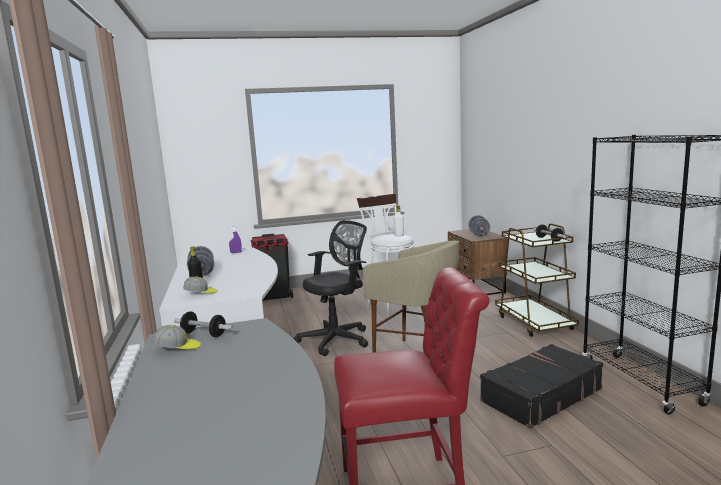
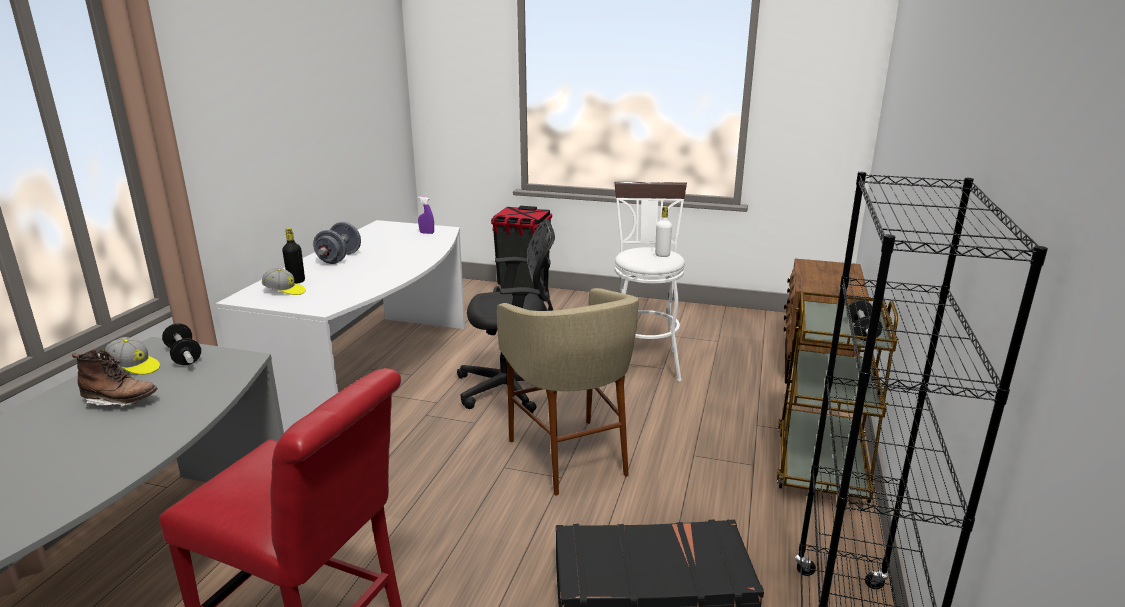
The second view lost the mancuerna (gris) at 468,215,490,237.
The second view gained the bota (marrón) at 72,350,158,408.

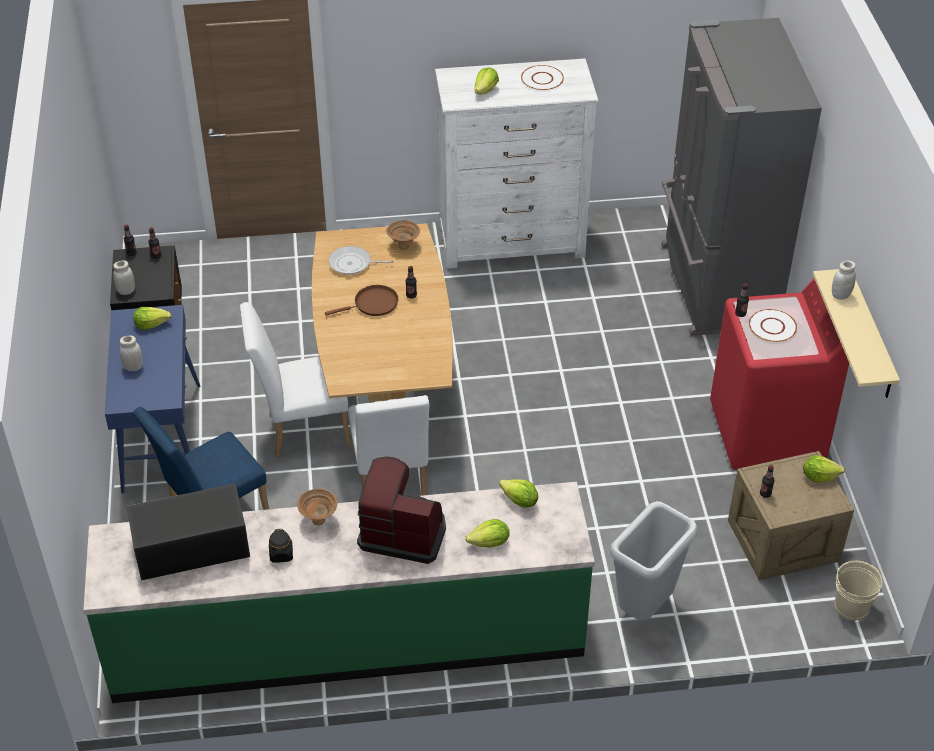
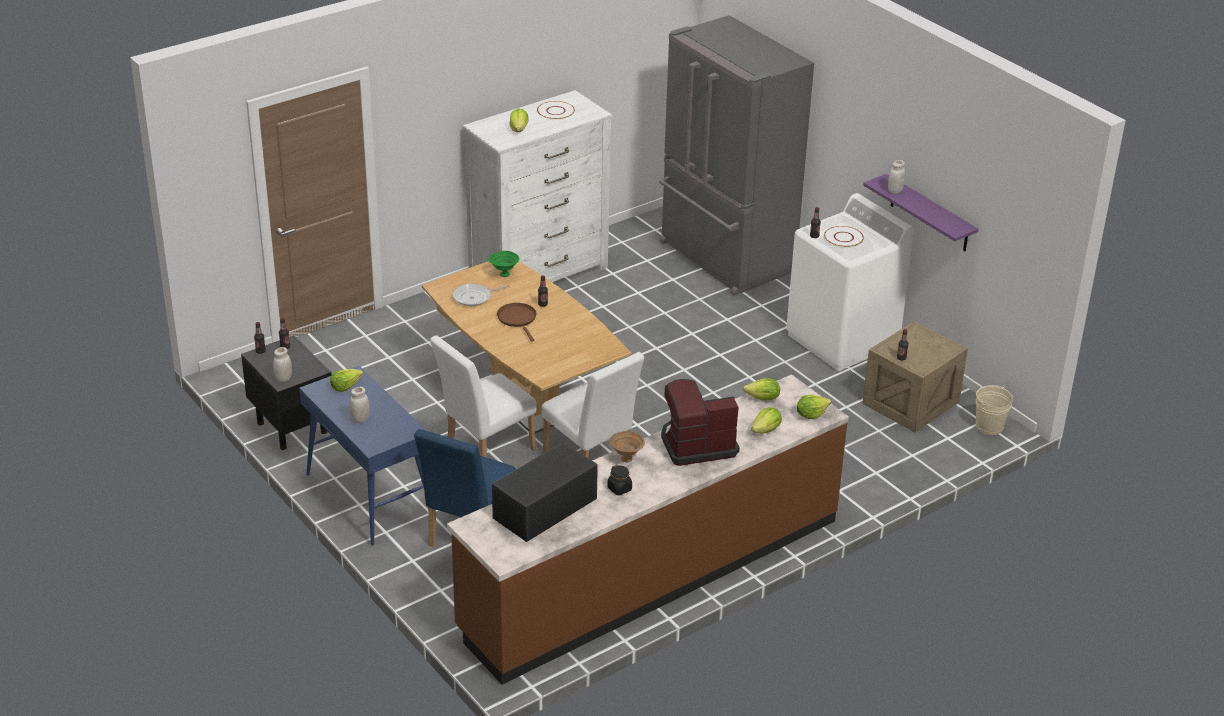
What was the cuenco (marrón) at 386,220,420,250 turned into the cuenco (verde) at 489,251,520,277.
What was the estante (beis) at 813,269,900,398 turned into the estante (morado) at 863,174,978,251.
What was the lavadora (rojo) at 710,279,849,470 turned into the lavadora (blanco) at 786,193,914,371.
The sartén (marrón) at 325,285,398,316 ended up facing another way, 60 degrees counterclockwise from before.
The lechuga ended up elsewhere, having gone from 803,455,845,483 to 797,394,831,419.
What was the mueble bajo de cocina (verde) at 83,482,595,703 turned into the mueble bajo de cocina (marrón) at 447,374,849,685.
The second view lost the papelera (gris) at 610,501,698,621.

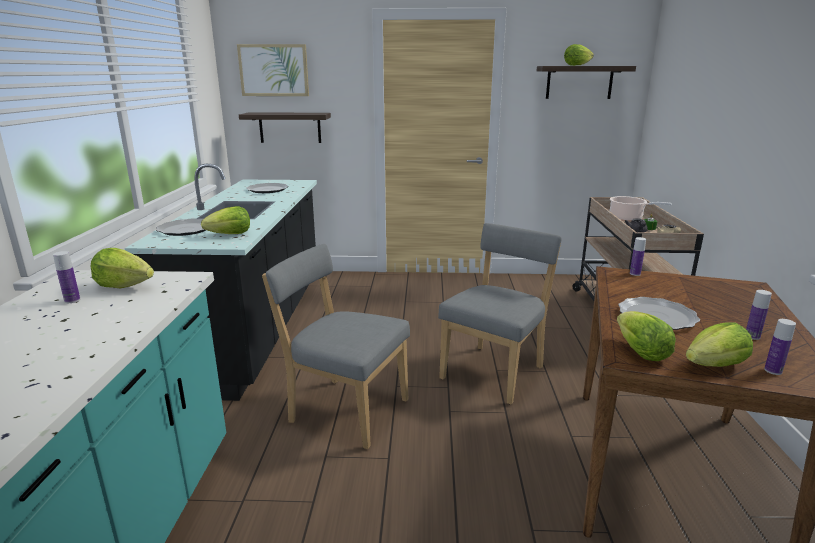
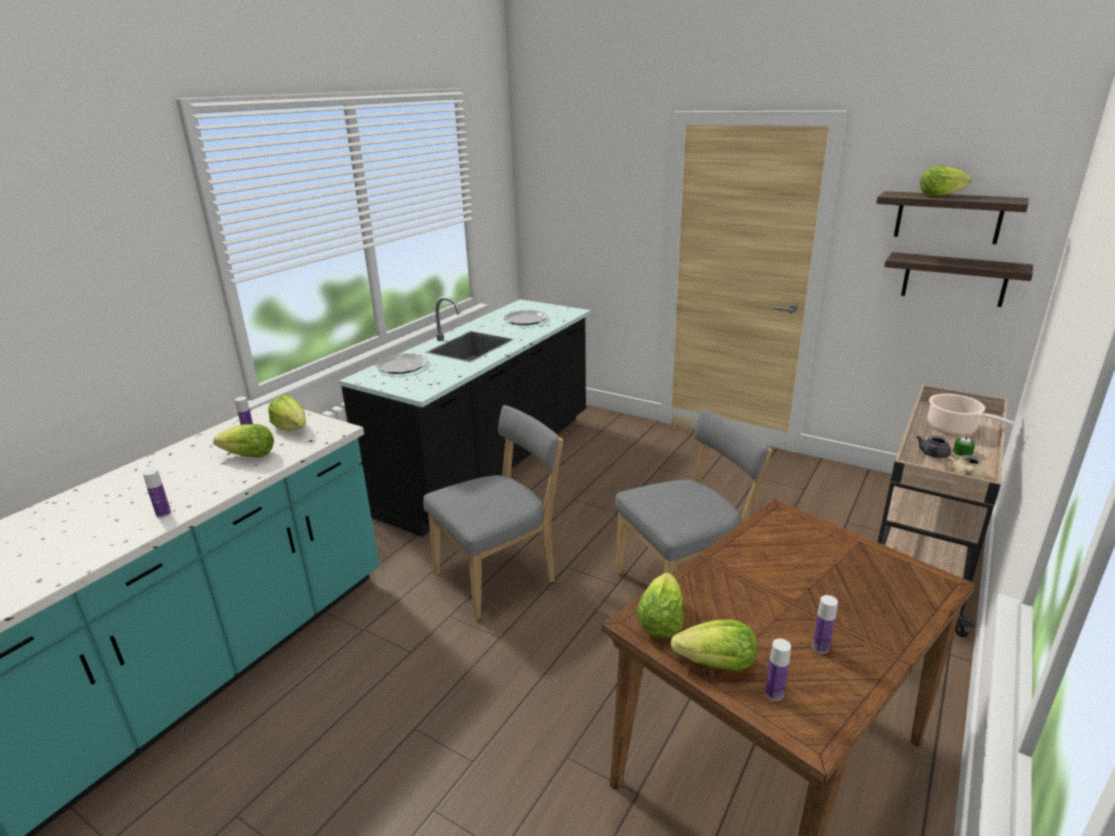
The second view lost the cuadro at 237,44,309,96.
The estante ended up elsewhere, having gone from 239,112,331,143 to 884,252,1033,307.
The lechuga ended up elsewhere, having gone from 201,206,250,234 to 213,424,274,458.
The botella ended up elsewhere, having gone from 630,237,646,276 to 143,469,171,518.
The silla (gris) at 262,244,410,449 ended up facing another way, 90 degrees clockwise from before.
The second view lost the plato at 618,297,700,330.

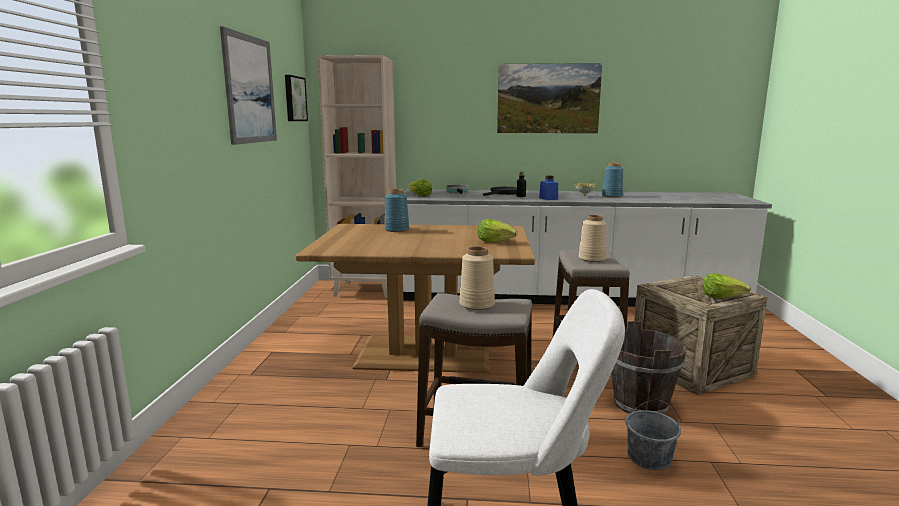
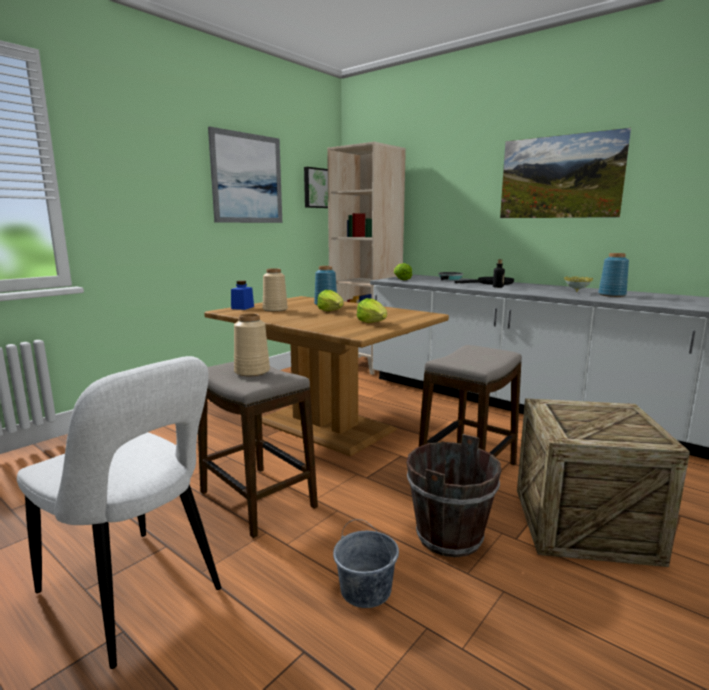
The tarro (azul) ended up elsewhere, having gone from 539,175,558,200 to 231,281,254,310.
The florero (beis) ended up elsewhere, having gone from 579,215,606,262 to 263,268,288,312.
The lechuga ended up elsewhere, having gone from 703,273,751,298 to 317,290,344,311.

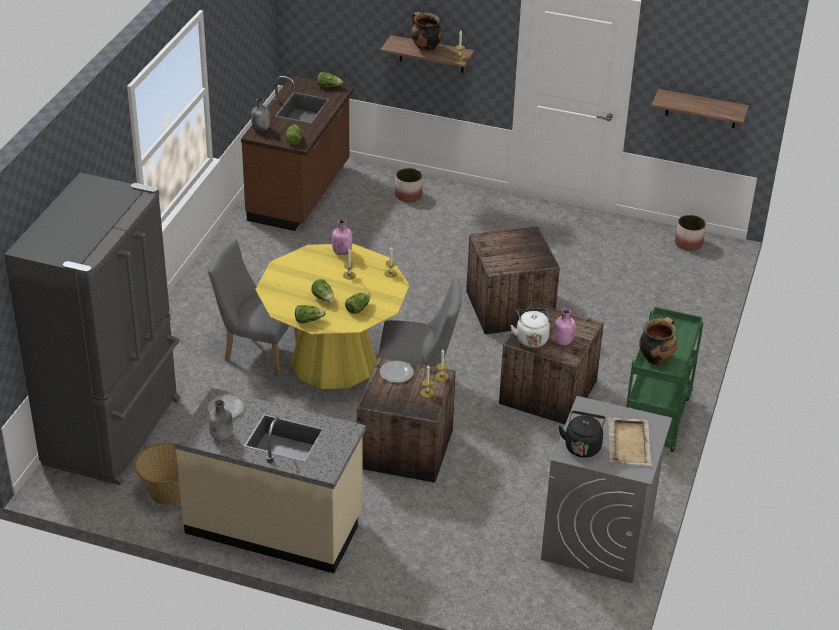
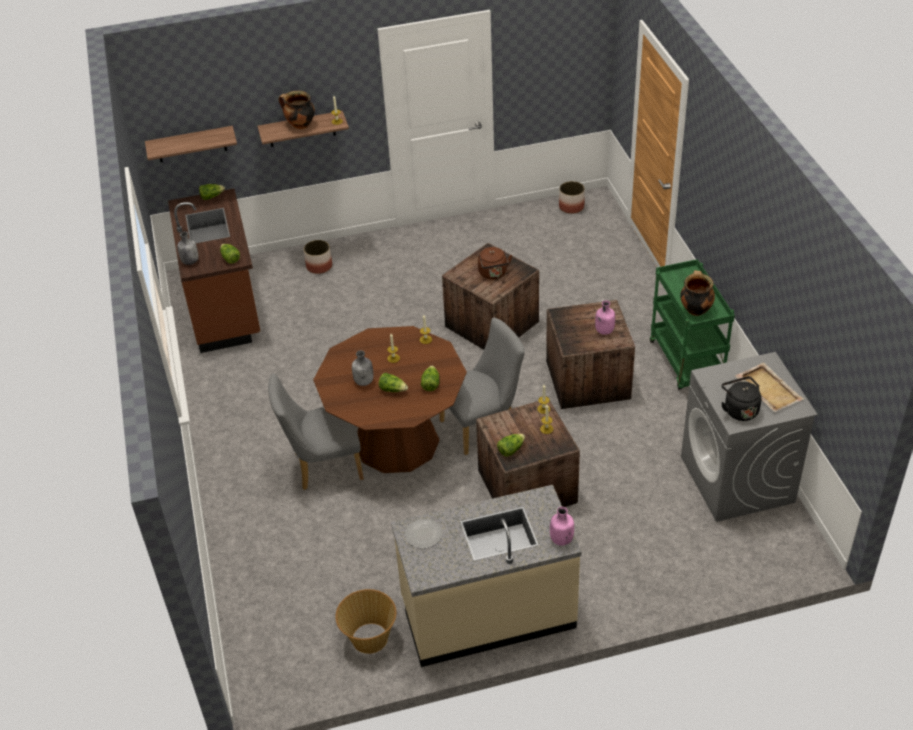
The estante ended up elsewhere, having gone from 651,89,749,128 to 145,126,237,162.
The second view lost the nevera (gris) at 4,173,180,485.
The botella (rosa) ended up elsewhere, having gone from 332,219,352,255 to 550,507,574,546.
What was the mesa de comedor (amarillo) at 255,244,410,389 turned into the mesa de comedor (marrón) at 313,326,467,473.
The lechuga ended up elsewhere, having gone from 295,305,326,323 to 497,434,525,456.
The second view lost the hervidor (blanco) at 510,308,550,348.
The second view lost the plato at 380,361,414,383.
The botella (gris) ended up elsewhere, having gone from 209,400,233,441 to 352,350,373,386.
The second view gained the hervidor (marrón) at 478,247,512,280.

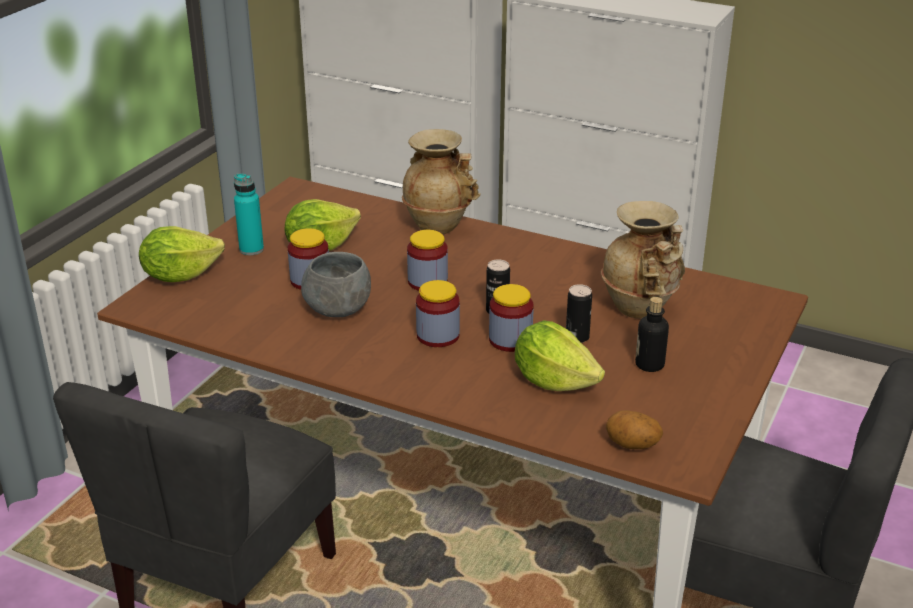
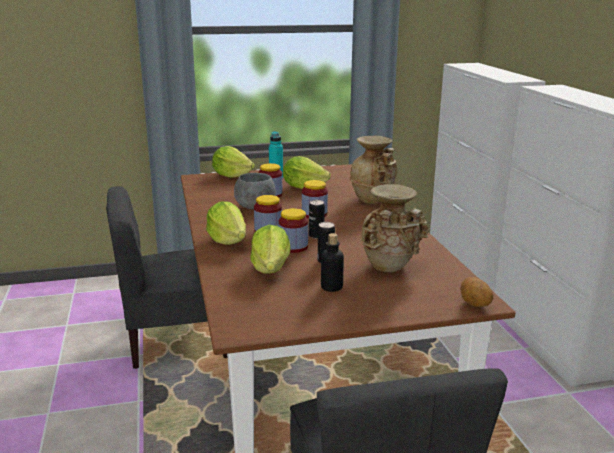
The patata ended up elsewhere, having gone from 606,410,663,449 to 460,277,493,307.
The second view gained the lechuga at 206,201,246,245.

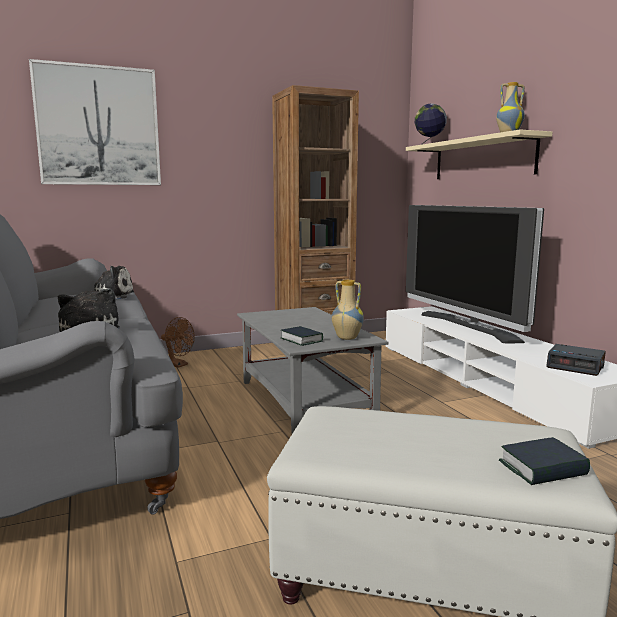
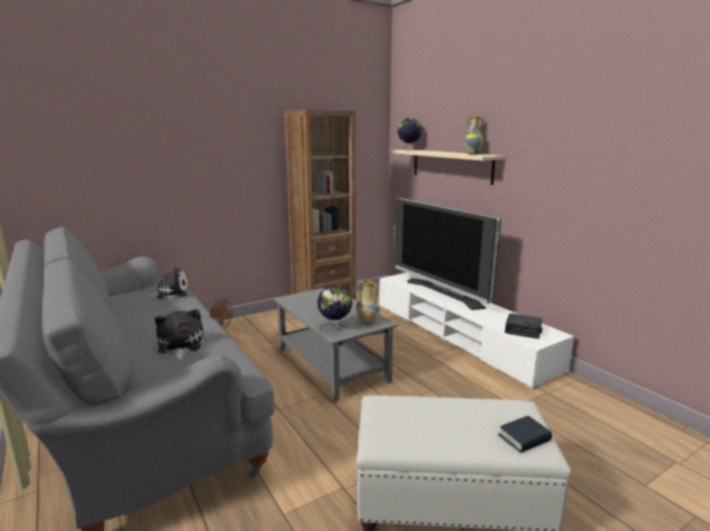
The second view lost the cuadro at 29,59,161,185.
Where the libro stood at 281,326,323,346, the globo terráqueo came to stand at 317,285,352,330.

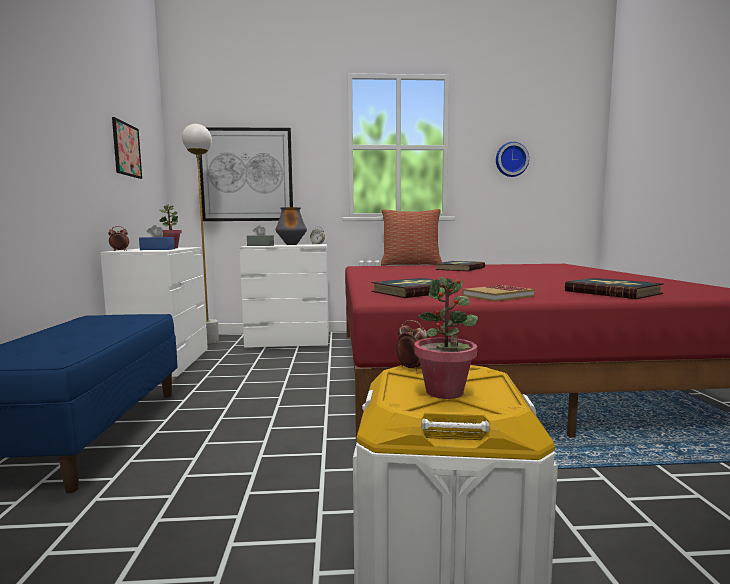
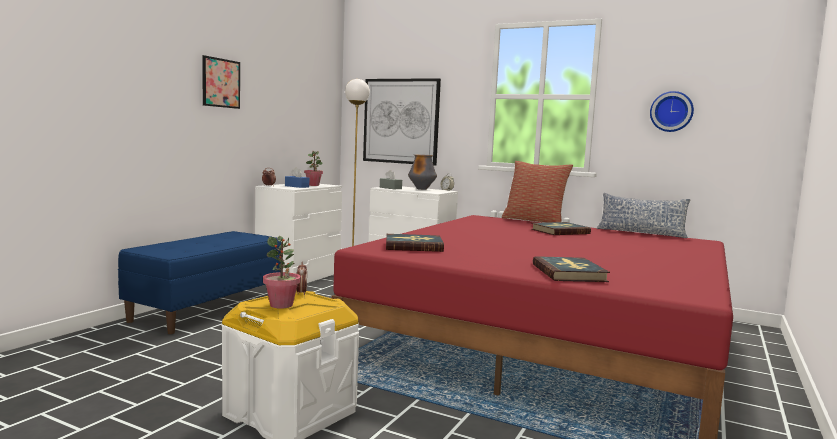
The cuadro ended up elsewhere, having gone from 112,117,142,179 to 202,55,240,109.
The second view lost the libro at 462,285,535,302.
The second view gained the cojín at 596,193,691,238.

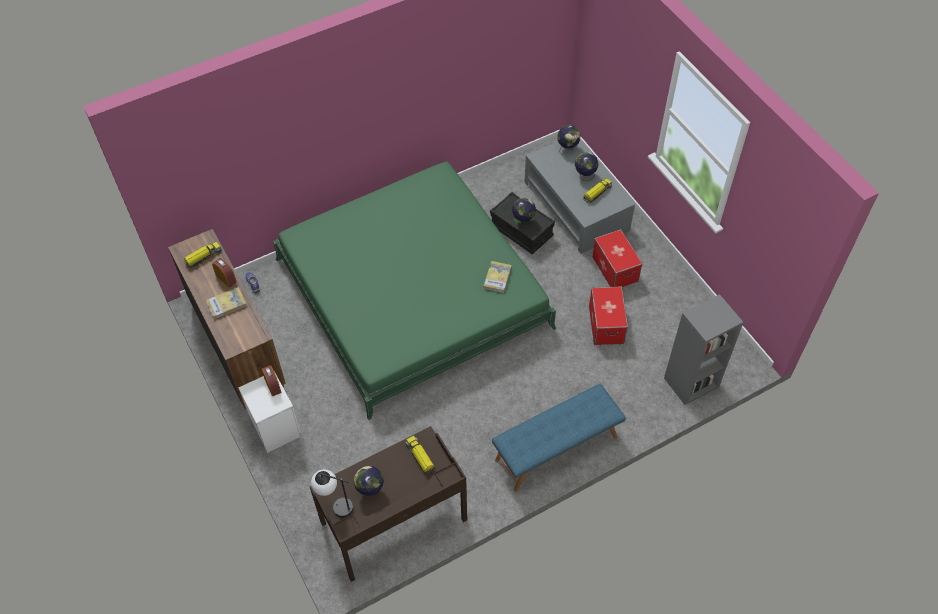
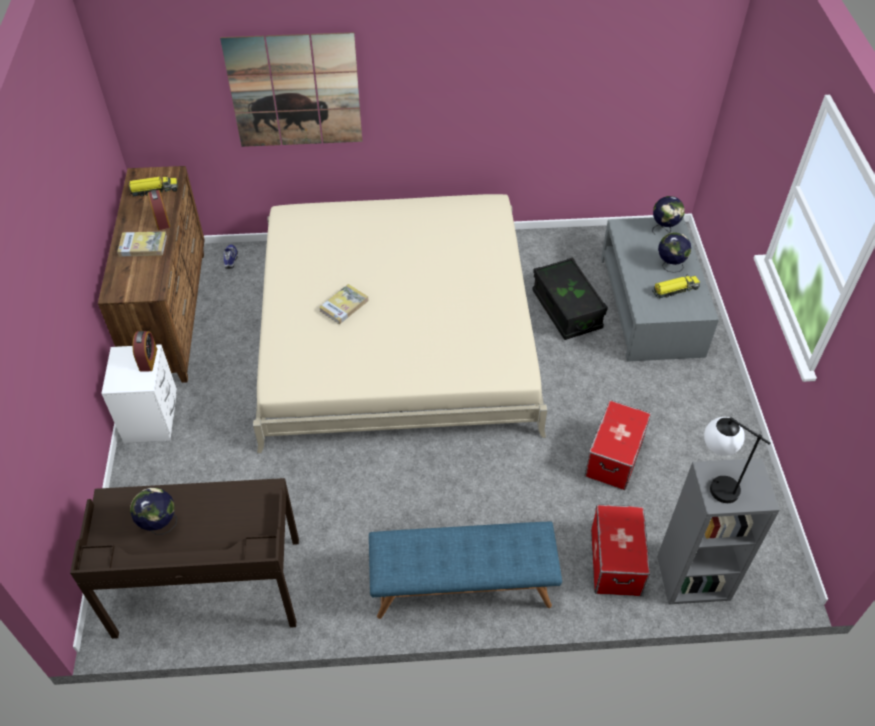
What was the cama (verde) at 273,161,556,420 turned into the cama (beis) at 253,194,548,453.
The second view lost the globo terráqueo at 512,198,536,227.
The caja de almacenaje ended up elsewhere, having gone from 592,229,643,287 to 591,504,650,596.
The libro ended up elsewhere, having gone from 484,261,512,293 to 319,284,369,324.
The second view lost the camión de juguete at 406,436,435,475.
The lámpara de mesa ended up elsewhere, having gone from 311,470,353,518 to 704,417,770,503.
The second view gained the cuadro at 220,32,362,147.

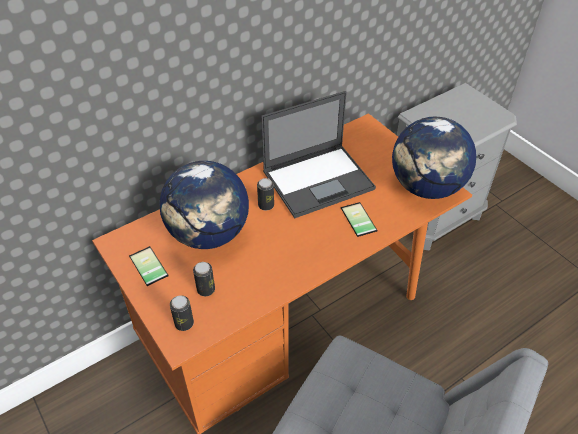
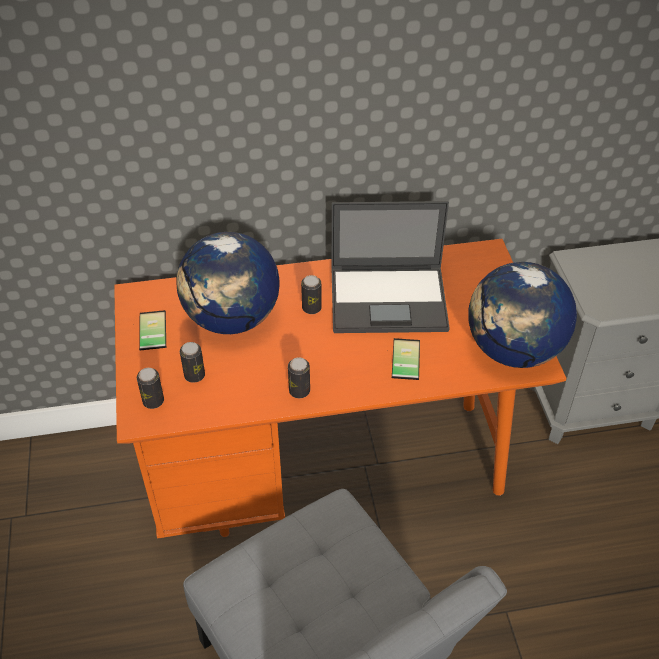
The second view gained the lata at 288,357,310,398.

